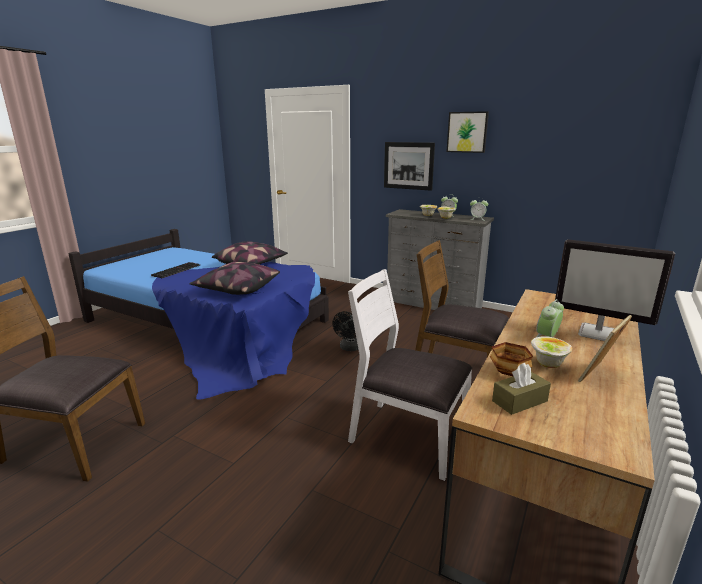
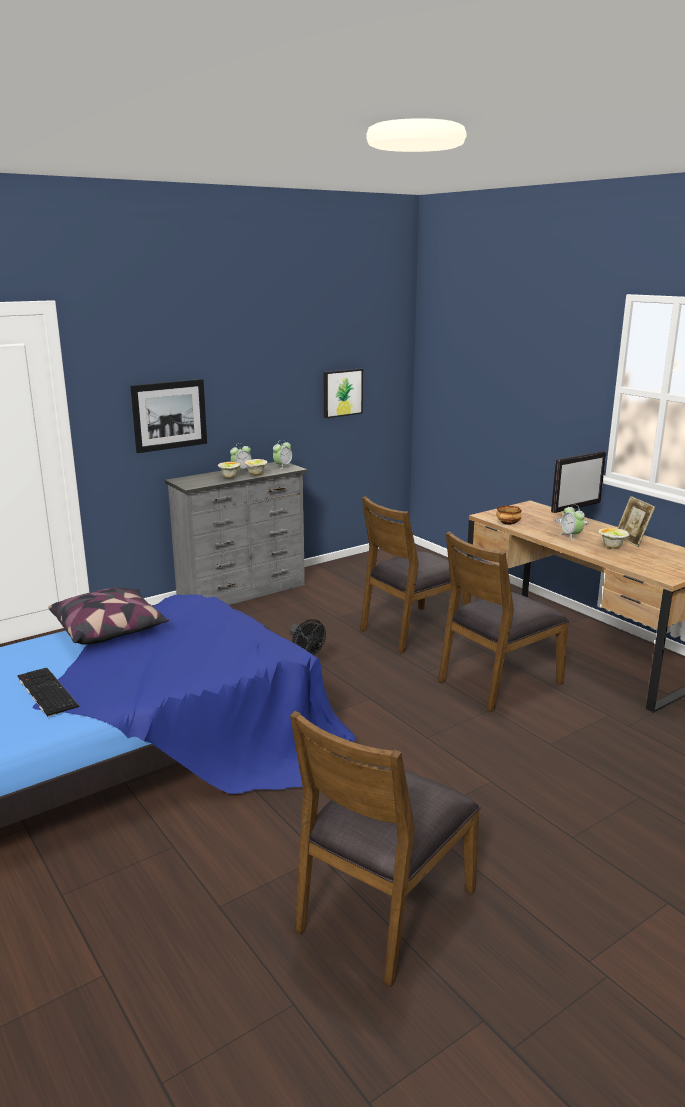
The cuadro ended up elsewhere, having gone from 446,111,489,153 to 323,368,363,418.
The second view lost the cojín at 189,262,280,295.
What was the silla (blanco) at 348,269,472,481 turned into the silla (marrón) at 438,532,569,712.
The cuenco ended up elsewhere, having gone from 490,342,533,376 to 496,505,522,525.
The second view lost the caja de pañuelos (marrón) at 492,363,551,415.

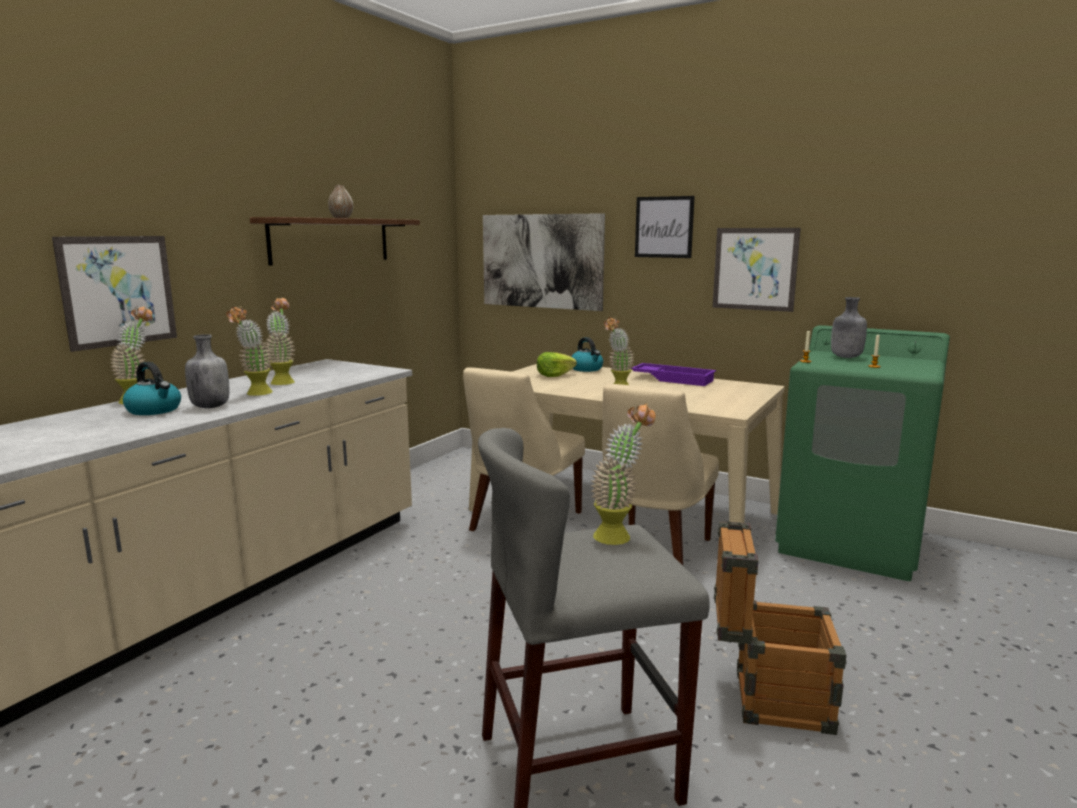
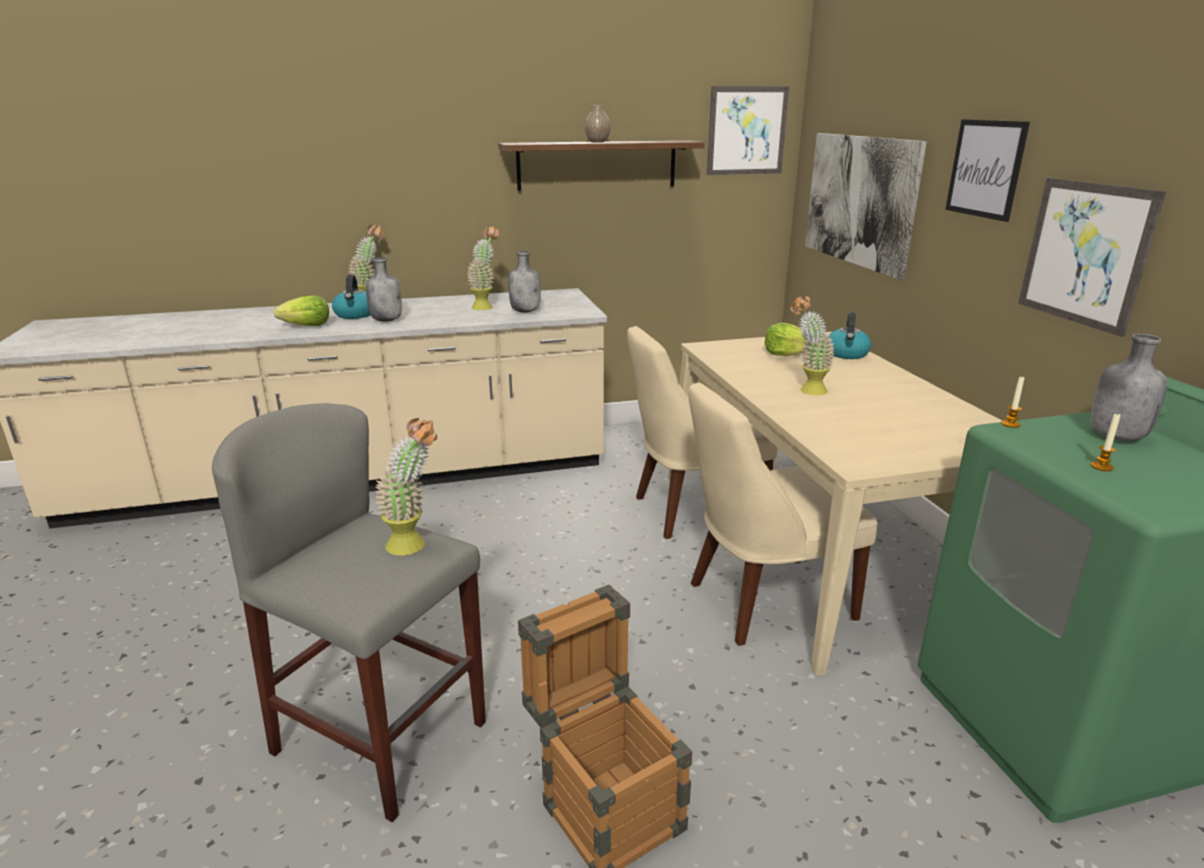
The cuadro ended up elsewhere, having gone from 52,236,177,352 to 707,86,789,175.
The second view lost the planta en maceta at 226,306,273,396.
The second view lost the bandeja (morado) at 631,363,716,386.
The second view gained the botella (gris) at 508,251,541,313.
The second view gained the lechuga at 274,295,329,326.

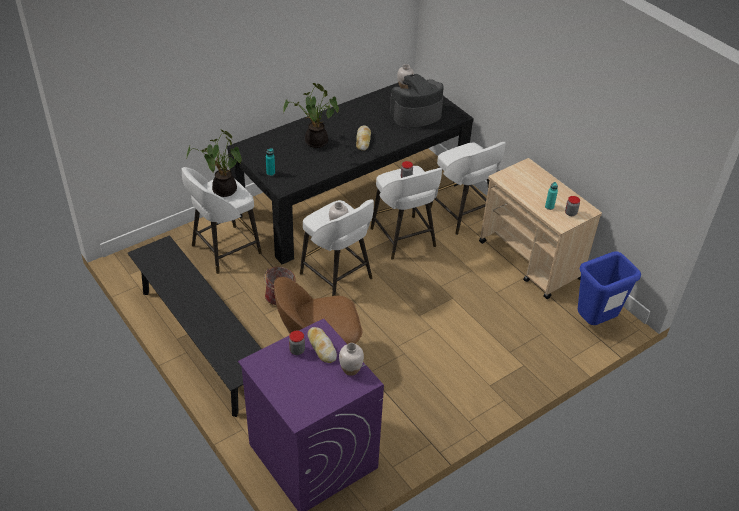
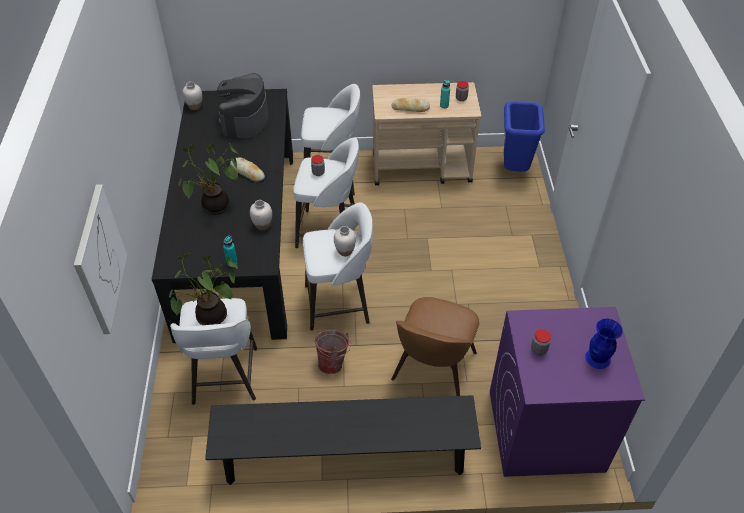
The pan ended up elsewhere, having gone from 308,327,337,363 to 391,97,430,112.
The florero (blanco) ended up elsewhere, having gone from 339,343,364,376 to 250,200,272,230.
The second view gained the cuadro at 74,184,127,334.
The second view gained the florero (azul) at 585,319,623,369.

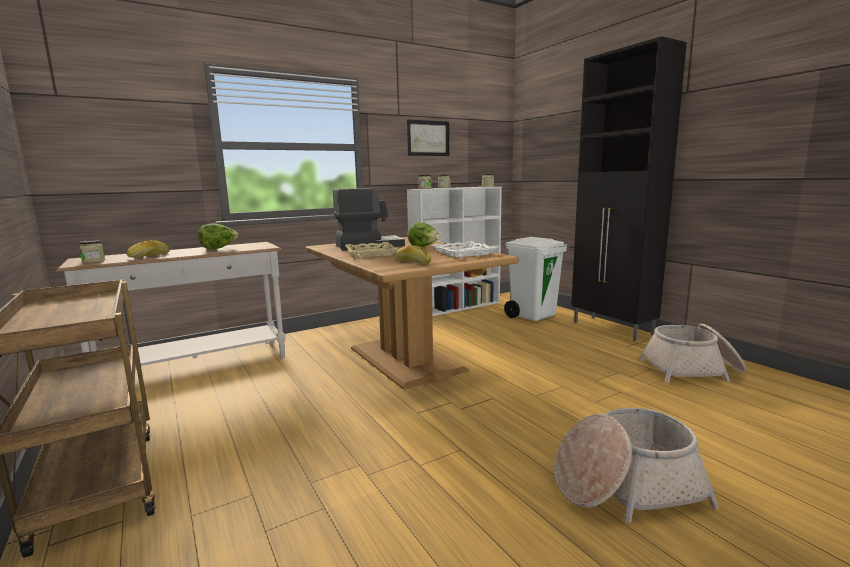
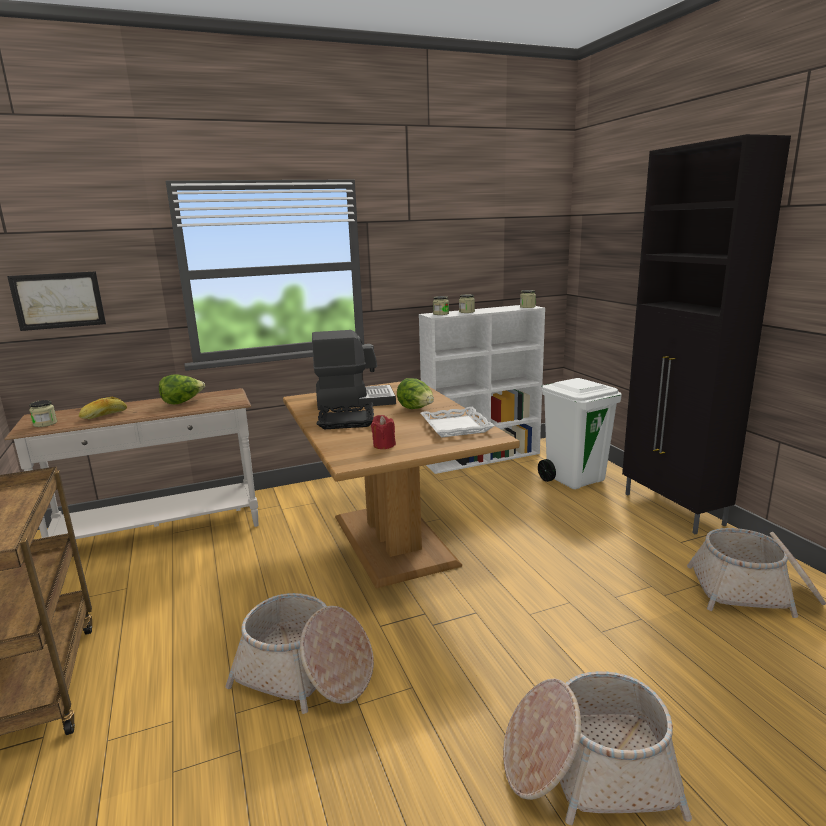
The cuadro ended up elsewhere, having gone from 407,120,449,156 to 7,271,106,331.
What was the bandeja (beis) at 345,242,398,258 turned into the bandeja (negro) at 317,402,374,430.
Where the pan stood at 395,246,431,264, the vela (rojo) came to stand at 371,415,396,449.
The second view gained the cesta at 225,593,374,714.

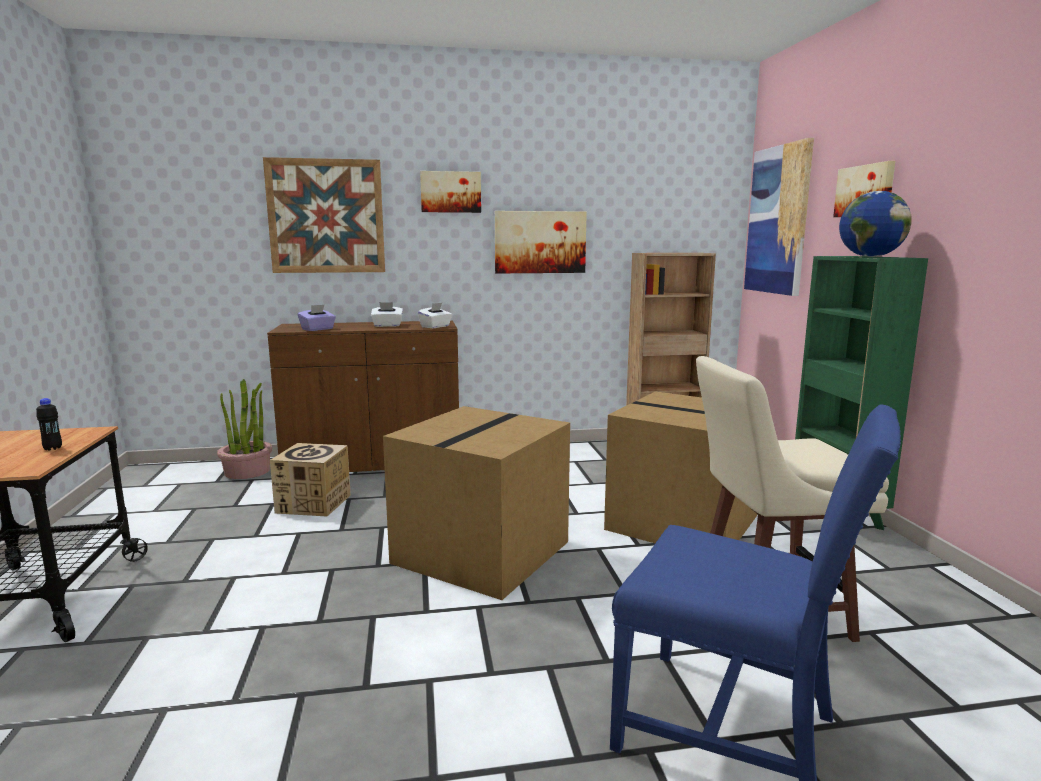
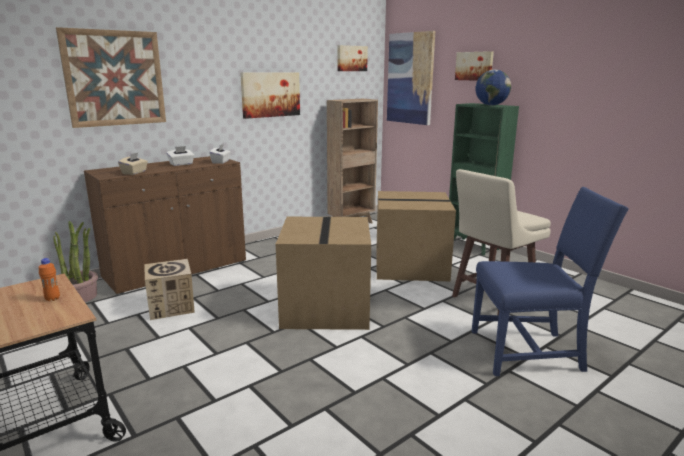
The cuadro ended up elsewhere, having gone from 420,171,481,213 to 338,45,368,71.
What was the caja de pañuelos (morado) at 298,305,336,331 turned into the caja de pañuelos (beis) at 118,153,148,175.
What was the botella (negro) at 36,398,62,450 turned into the botella (naranja) at 39,258,60,301.

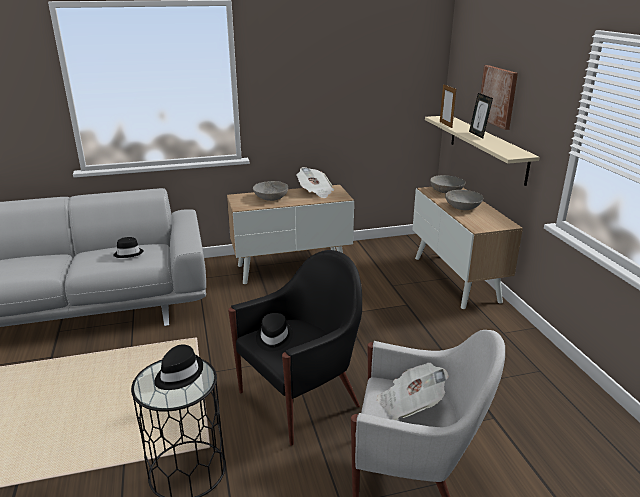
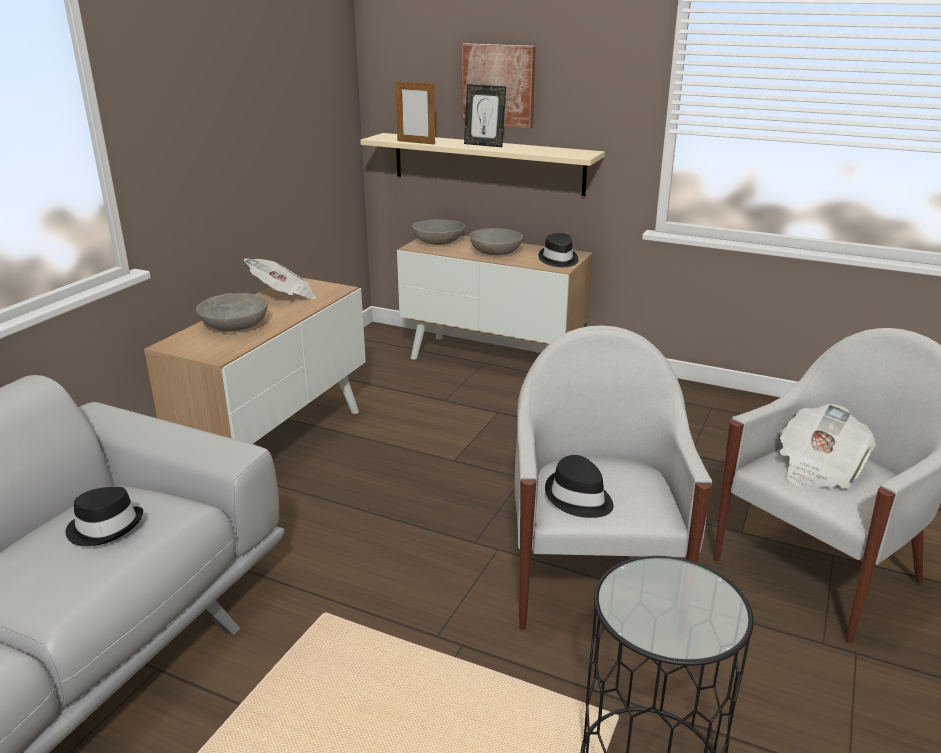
What was the sillón (negro) at 228,250,362,446 turned into the sillón (blanco) at 515,325,712,630.
The sombrero (negro) ended up elsewhere, having gone from 154,345,203,390 to 538,233,579,267.

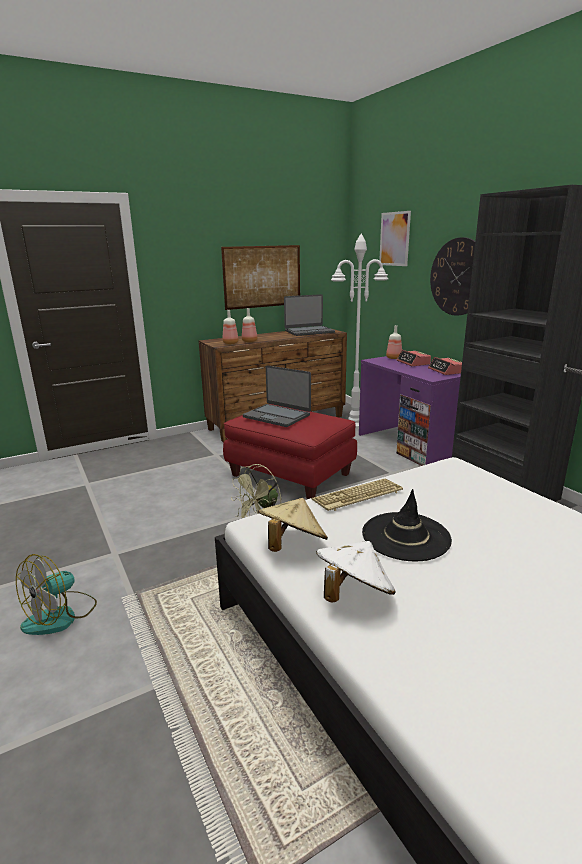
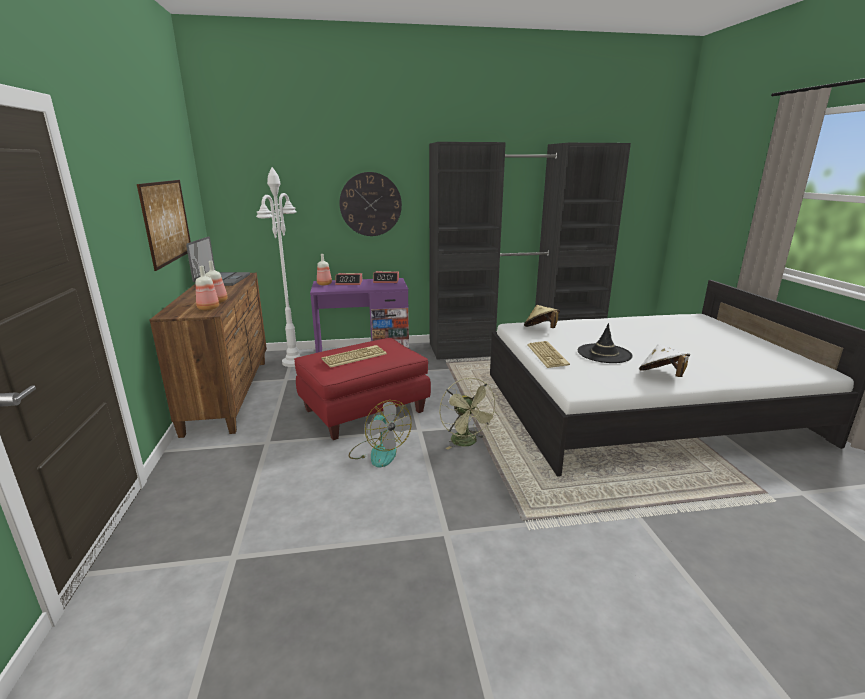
The second view lost the cuadro at 379,211,411,266.
Where the portátil stood at 243,365,311,427, the teclado came to stand at 321,345,387,368.
The sombrero (beis) ended up elsewhere, having gone from 258,498,328,552 to 524,305,560,328.
The ventilador ended up elsewhere, having gone from 16,554,97,635 to 349,400,412,468.

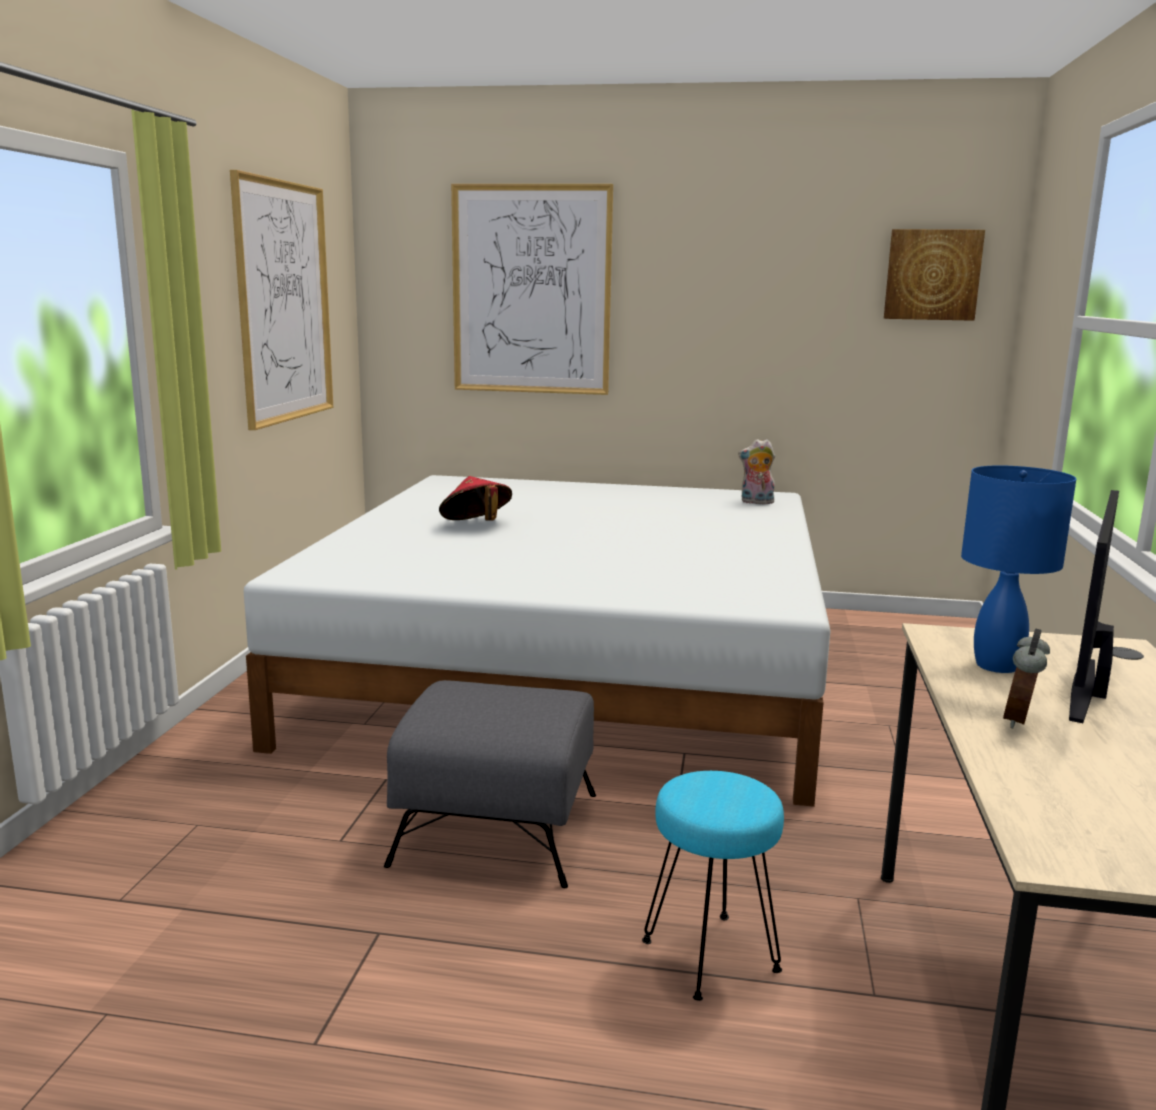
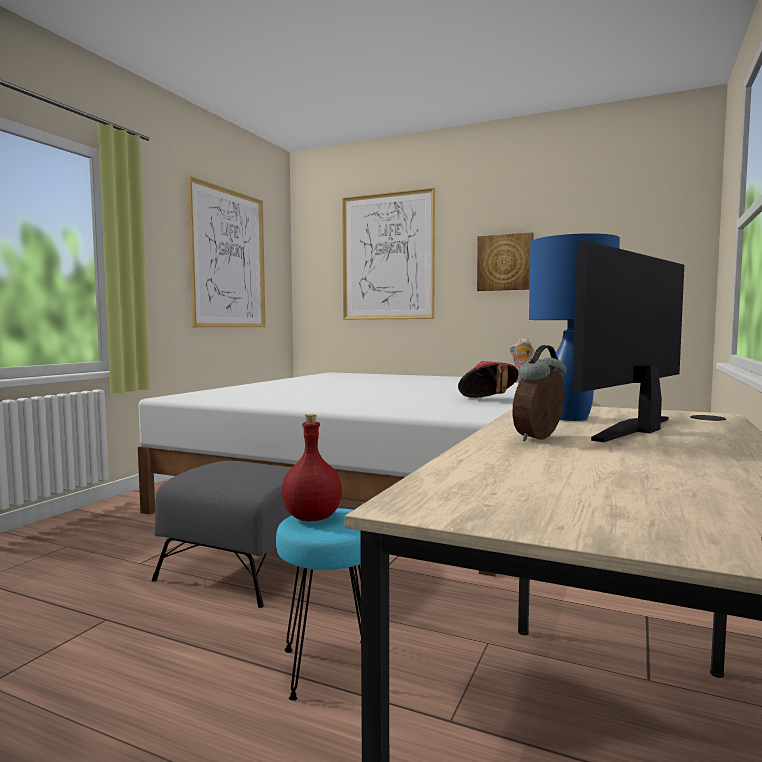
The cuadro ended up elsewhere, having gone from 884,229,985,321 to 477,232,534,291.
The sombrero (rojo) ended up elsewhere, having gone from 439,476,512,521 to 458,361,519,398.
The second view gained the botella (rojo) at 282,414,342,521.

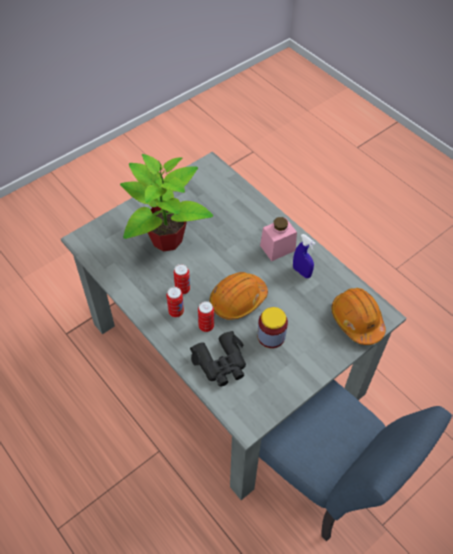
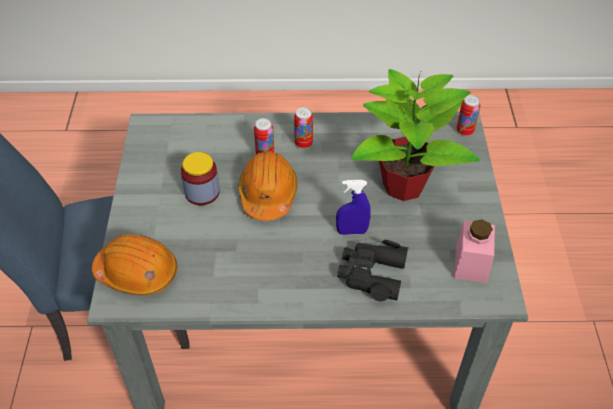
The tarro (rosa) ended up elsewhere, having gone from 260,217,297,261 to 454,219,495,283.
The pulverizador (azul) ended up elsewhere, having gone from 293,234,316,278 to 336,180,371,235.
The lata ended up elsewhere, having gone from 174,264,190,295 to 456,95,480,136.
The prismáticos (negro) ended up elsewhere, having gone from 190,331,246,386 to 337,240,409,302.

